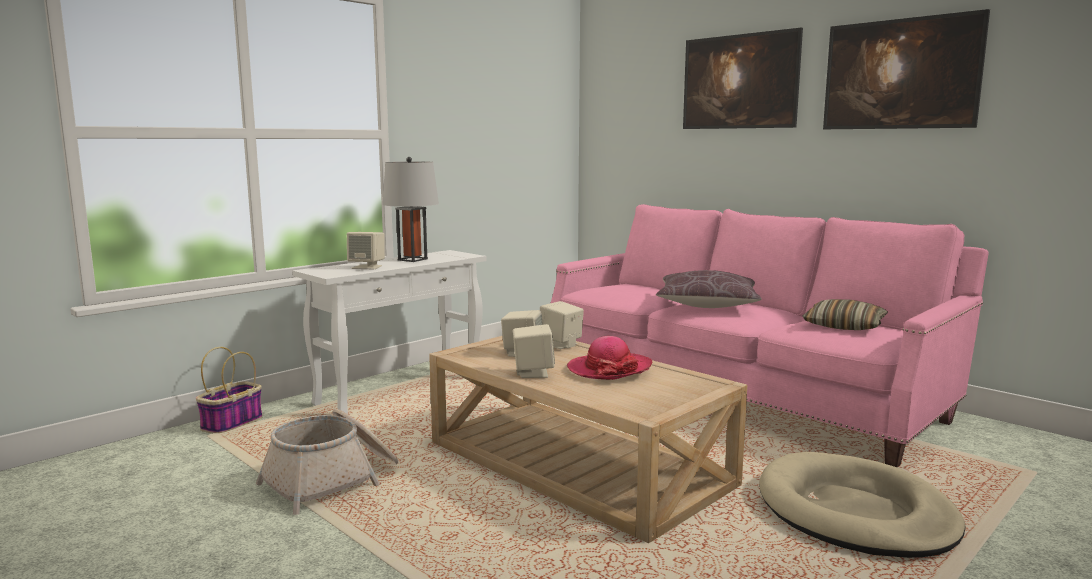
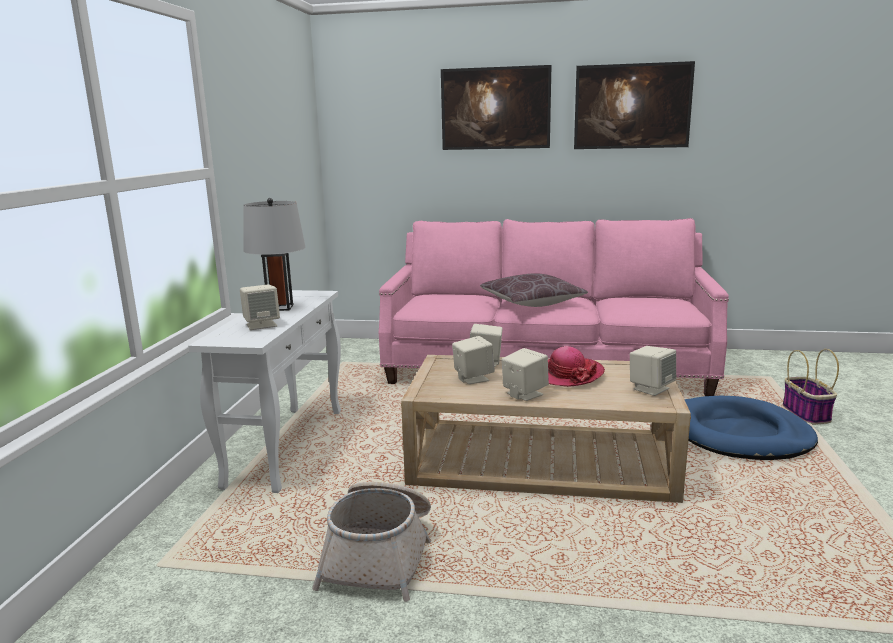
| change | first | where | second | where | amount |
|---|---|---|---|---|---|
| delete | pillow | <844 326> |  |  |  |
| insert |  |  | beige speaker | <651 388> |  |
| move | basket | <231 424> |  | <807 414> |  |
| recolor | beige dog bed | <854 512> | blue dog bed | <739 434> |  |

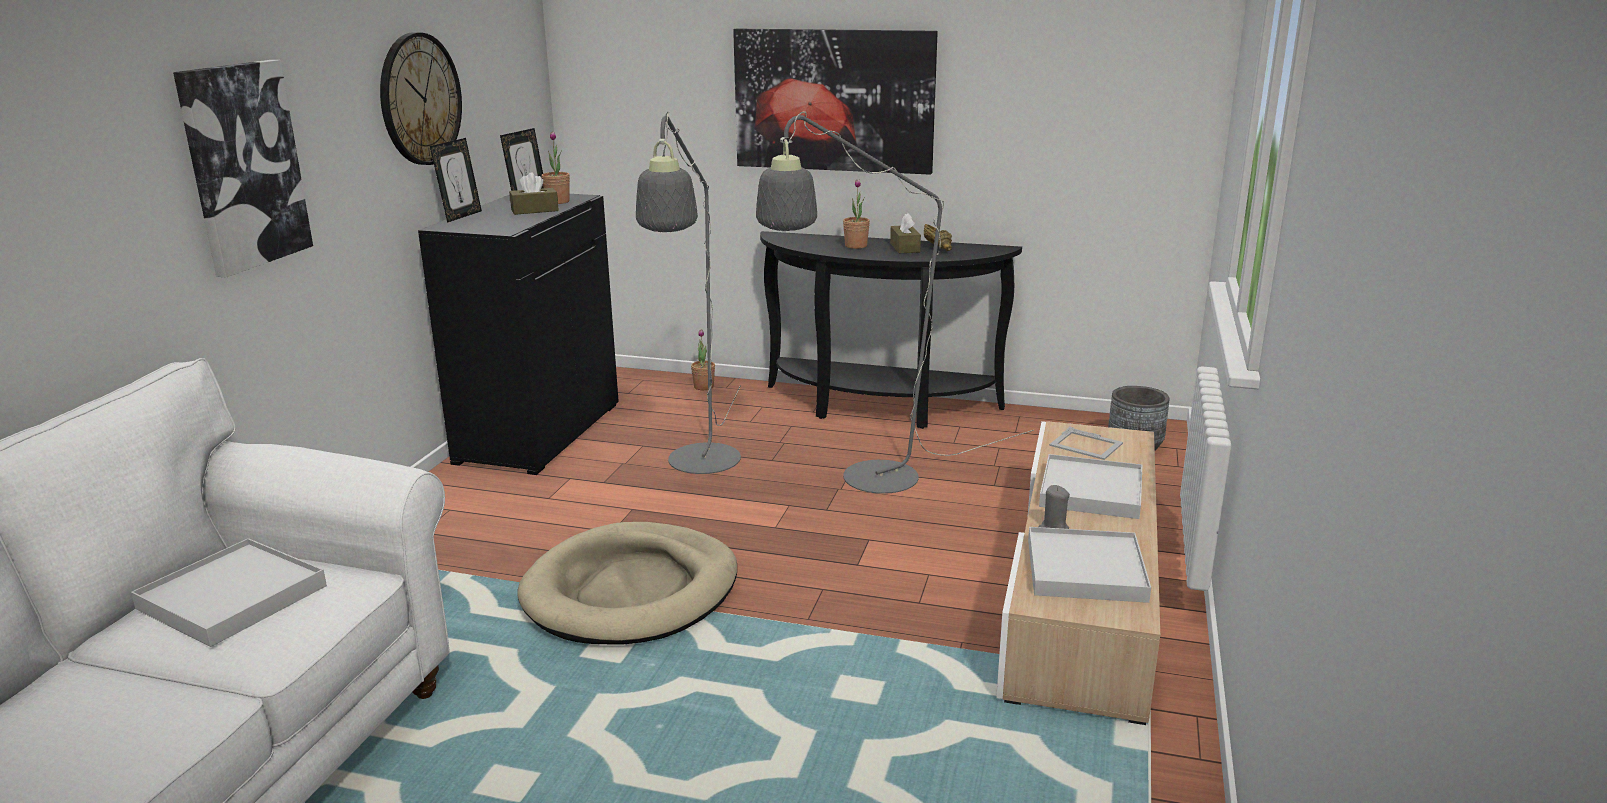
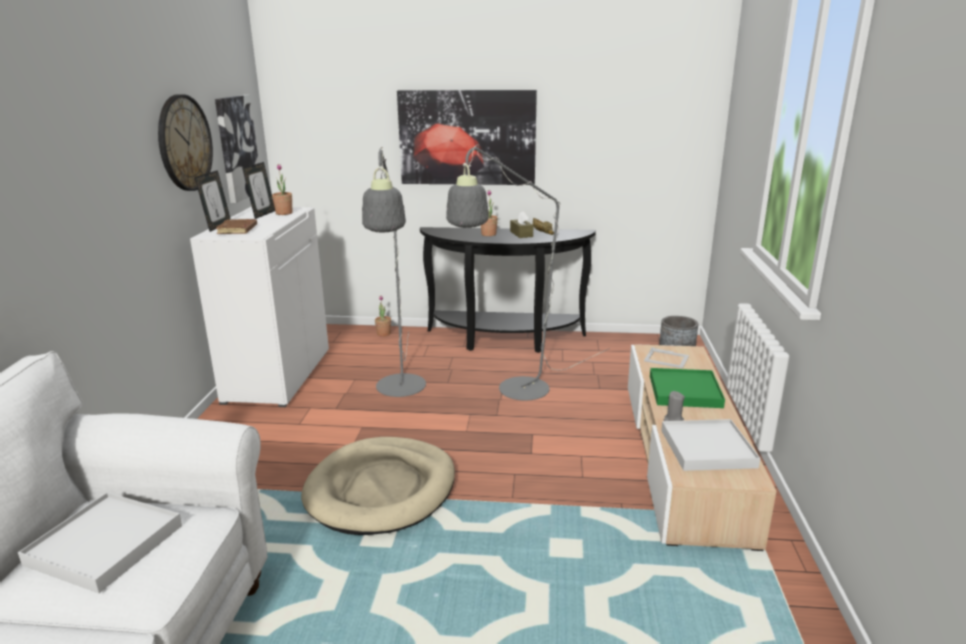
| change | first | where | second | where | amount |
|---|---|---|---|---|---|
| delete | brown tissue box | <534 210> |  |  |  |
| insert |  |  | brown book | <238 230> |  |
| move | picture | <243 166> |  | <237 147> |  |
| recolor | black cabinet | <538 432> | white cabinet | <277 375> |  |
| recolor | white tray | <1091 492> | green tray | <685 391> |  |

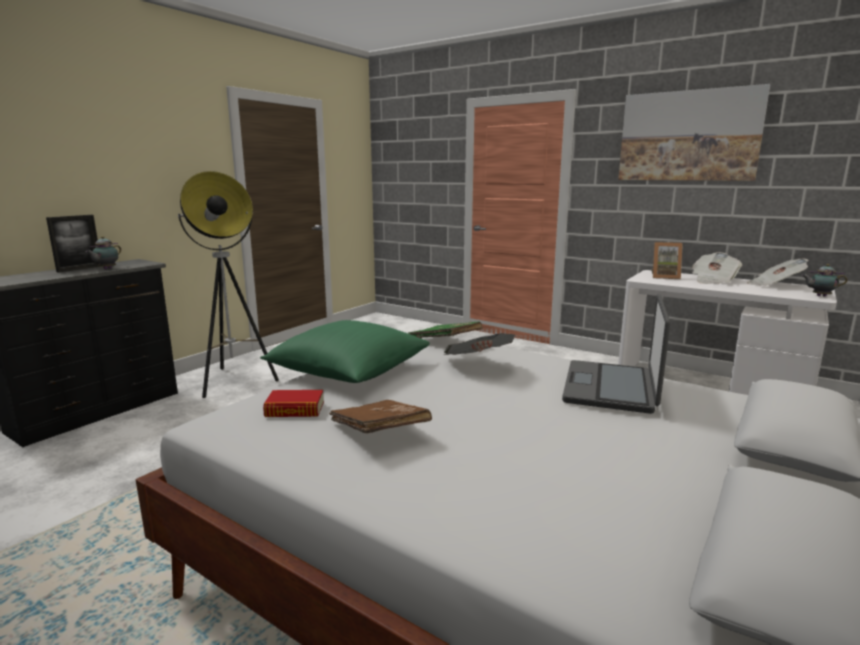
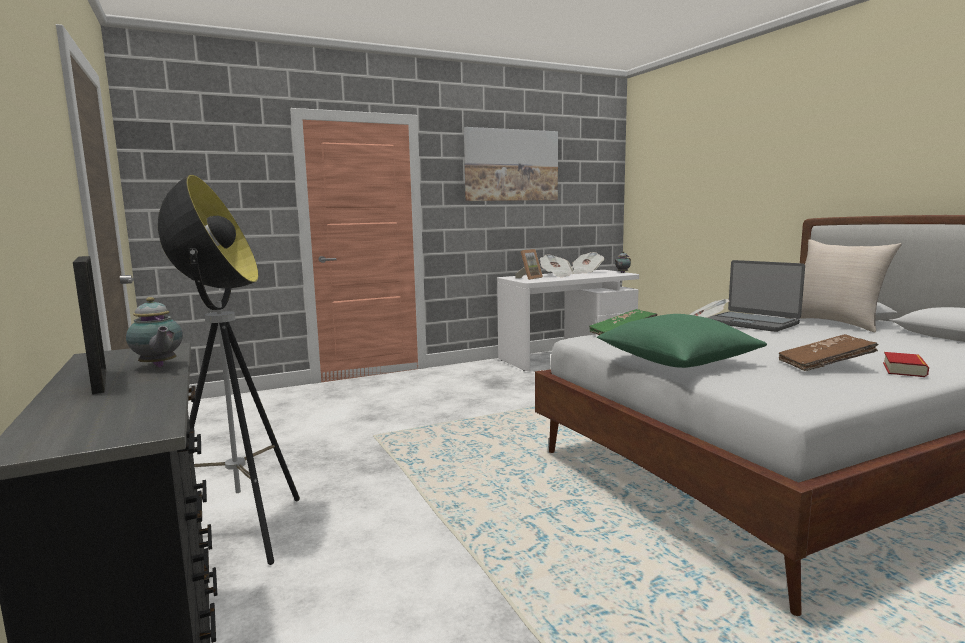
| change | first | where | second | where | amount |
|---|---|---|---|---|---|
| insert |  |  | beige pillow | <835 323> |  |
| move | book | <295 410> |  | <904 370> |  |

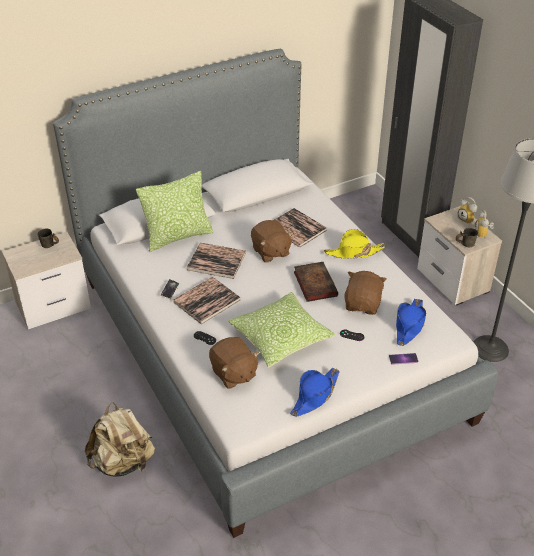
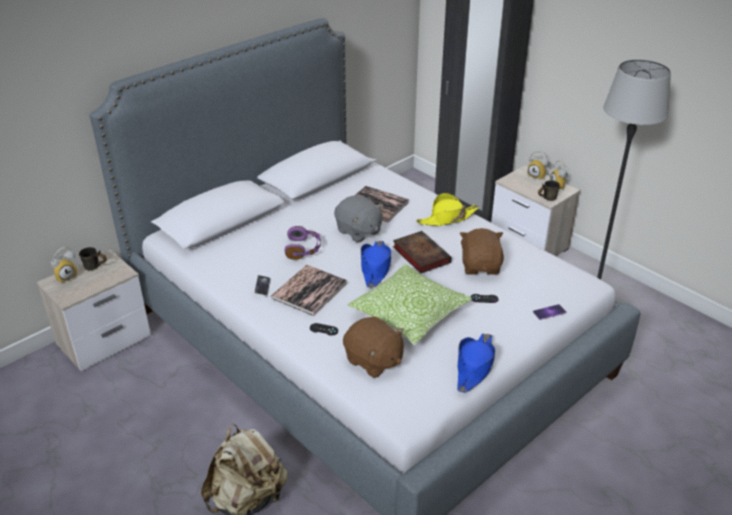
| change | first | where | second | where | amount |
|---|---|---|---|---|---|
| delete | pillow | <178 236> |  |  |  |
| insert |  |  | alarm clock | <66 276> |  |
| move | blue hat | <409 325> |  | <375 268> |  |
| replace | book | <216 261> | purple headphones | <303 249> |  |
| recolor | brown plush toy | <270 252> | grey plush toy | <358 231> |  |

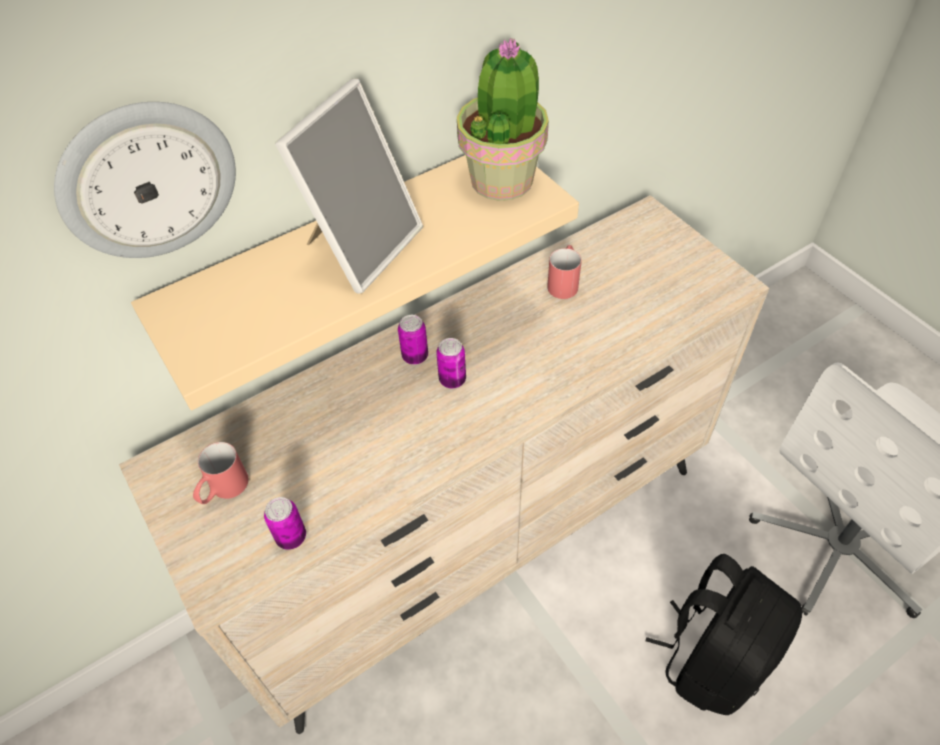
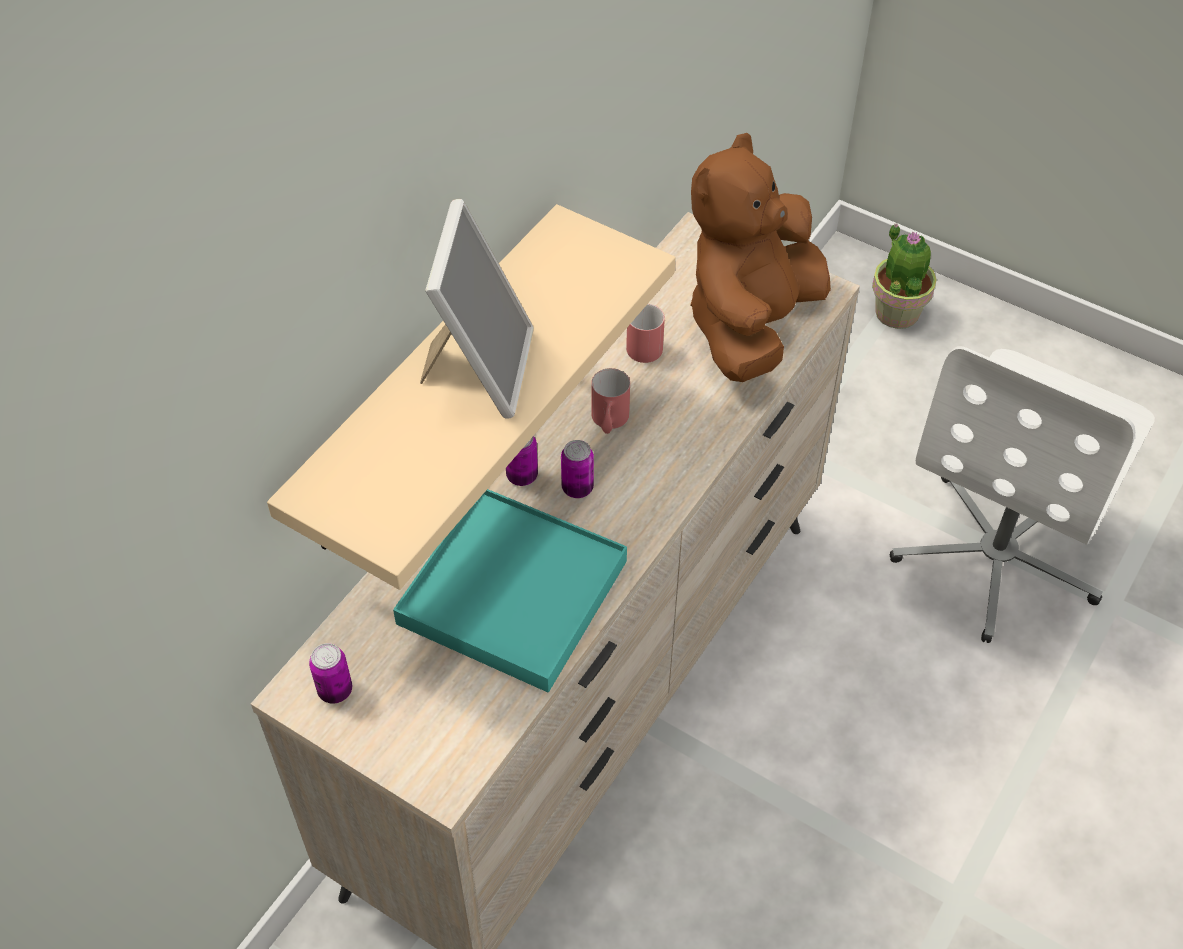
| change | first | where | second | where | amount |
|---|---|---|---|---|---|
| delete | wall clock | <148 181> |  |  |  |
| delete | black backpack | <711 658> |  |  |  |
| insert |  |  | turquoise tray | <513 592> |  |
| insert |  |  | brown plush toy | <750 324> |  |
| move | red mug | <223 490> |  | <609 423> |  |
| move | can | <291 537> |  | <335 690> |  |
| move | potted plant | <503 179> |  | <897 312> |  |

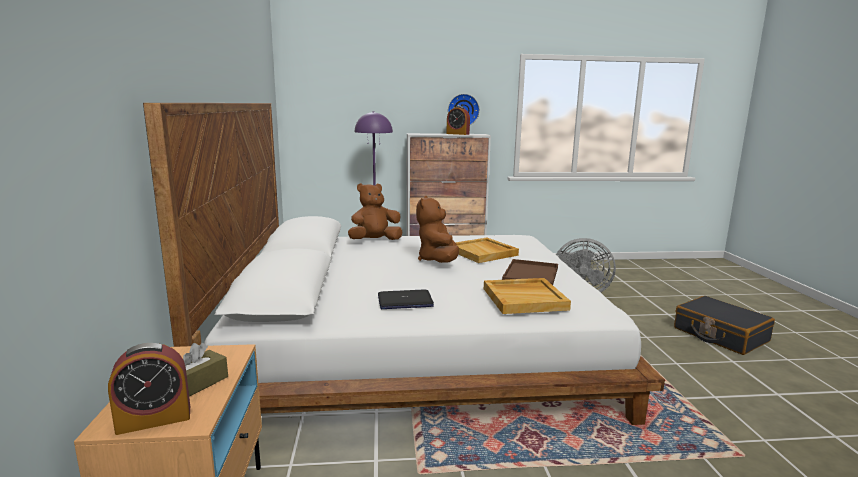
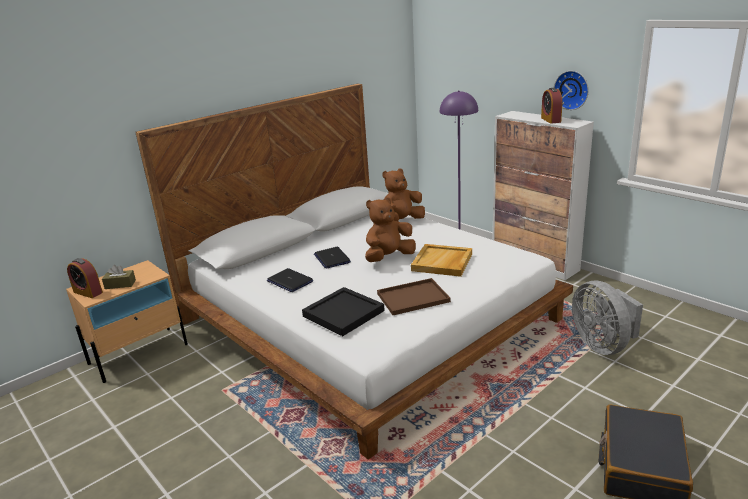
| change | first | where | second | where | amount |
|---|---|---|---|---|---|
| insert |  |  | laptop | <332 258> |  |
| recolor | beige tray | <525 298> | black tray | <344 313> |  |
| rotate | brown plush toy | <374 241> |  | <402 221> | 60 degrees counterclockwise |

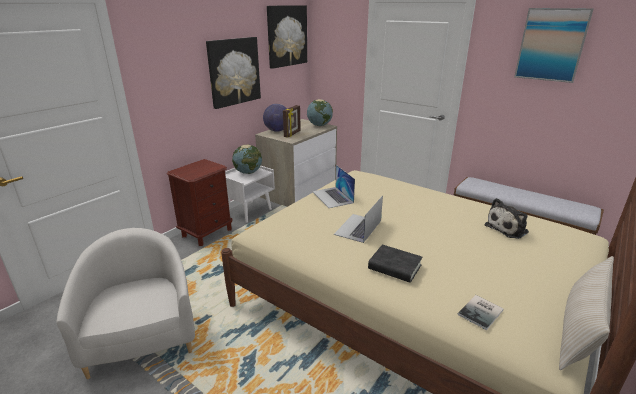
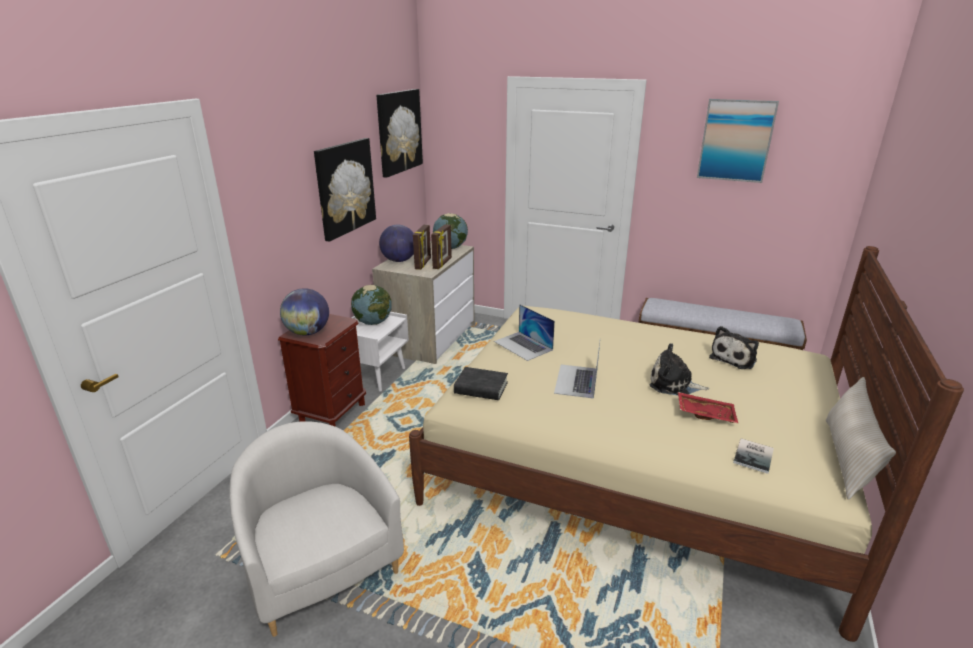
| change | first | where | second | where | amount |
|---|---|---|---|---|---|
| insert |  |  | globe | <308 332> |  |
| insert |  |  | picture frame | <443 263> |  |
| insert |  |  | plush toy | <673 384> |  |
| insert |  |  | red tray | <705 413> |  |
| move | black book | <394 267> |  | <481 388> |  |

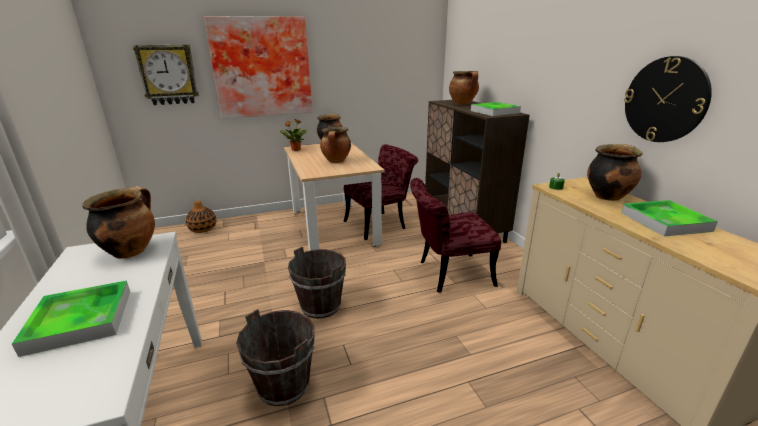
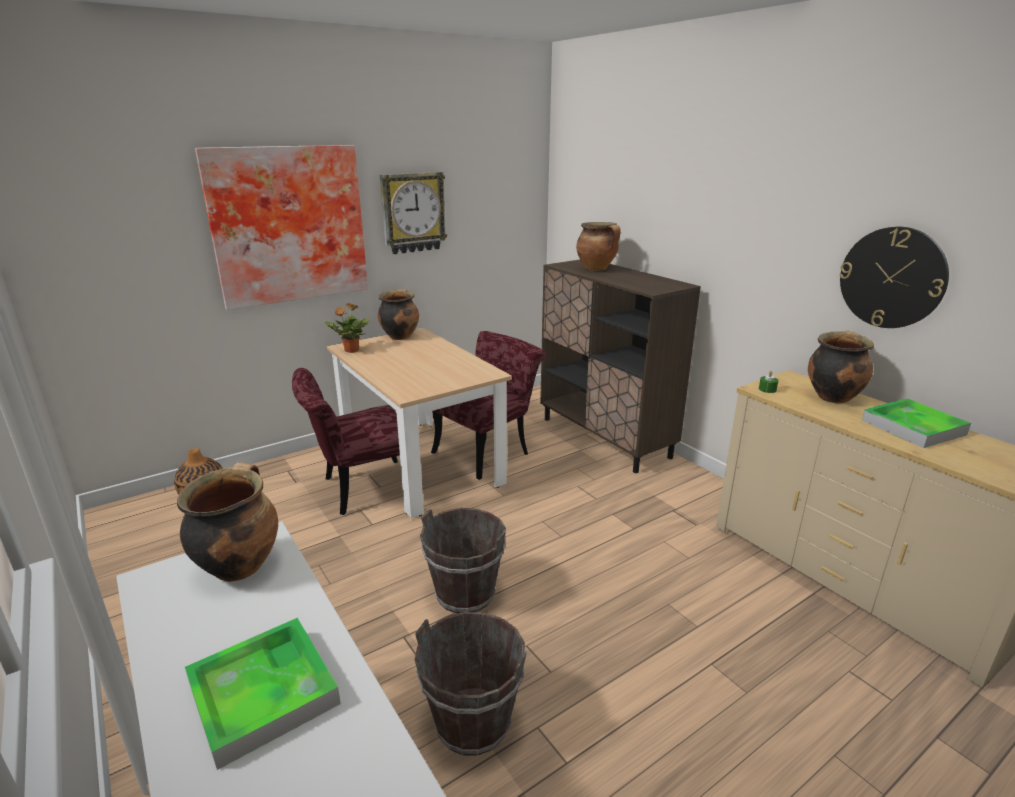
| change | first | where | second | where | amount |
|---|---|---|---|---|---|
| delete | cooking pot | <336 161> |  |  |  |
| delete | tray | <494 112> |  |  |  |
| move | wall clock | <168 75> |  | <413 213> |  |
| move | red chair | <448 274> |  | <360 490> |  |

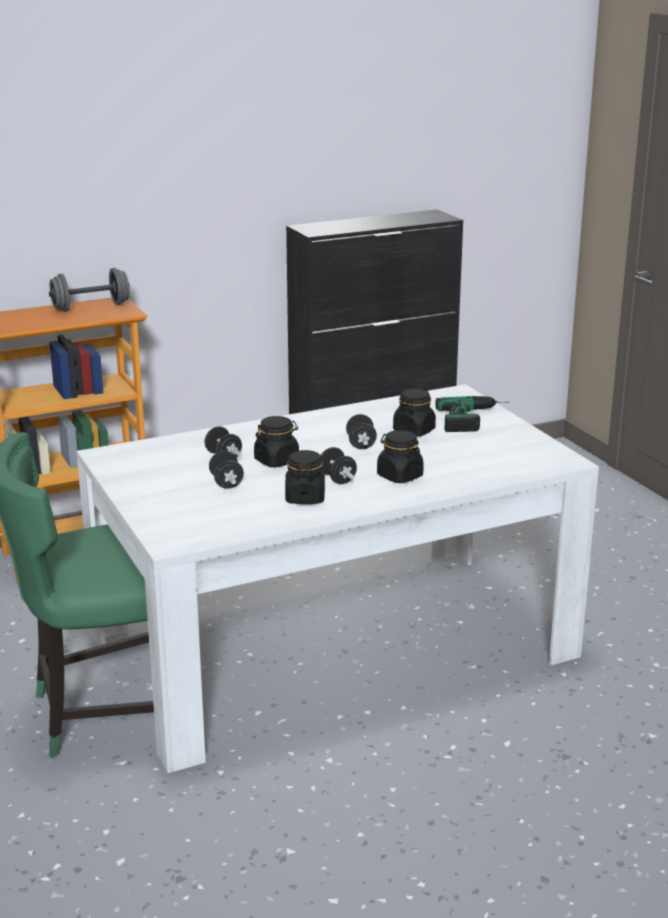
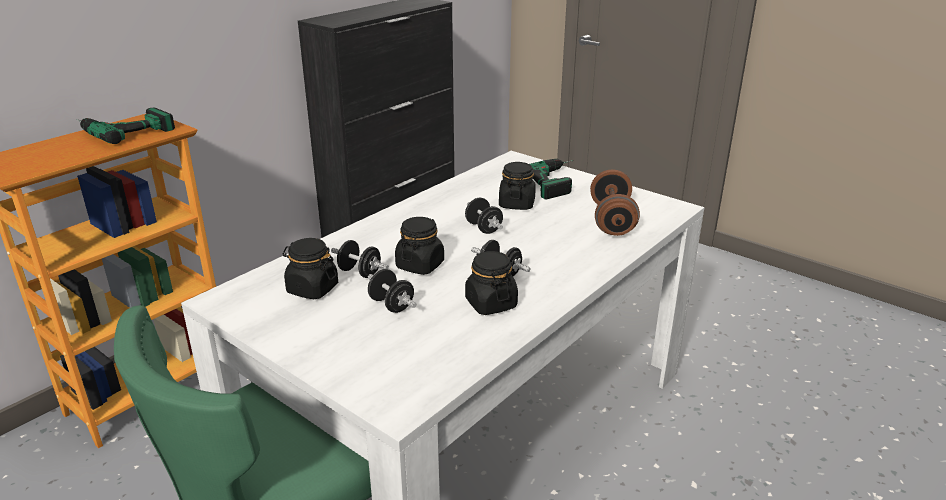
| change | first | where | second | where | amount |
|---|---|---|---|---|---|
| insert |  |  | brown dumbbell | <612 220> |  |
| move | black jar | <399 476> |  | <312 289> |  |
| replace | grey dumbbell | <91 307> | power drill | <122 129> |  |

